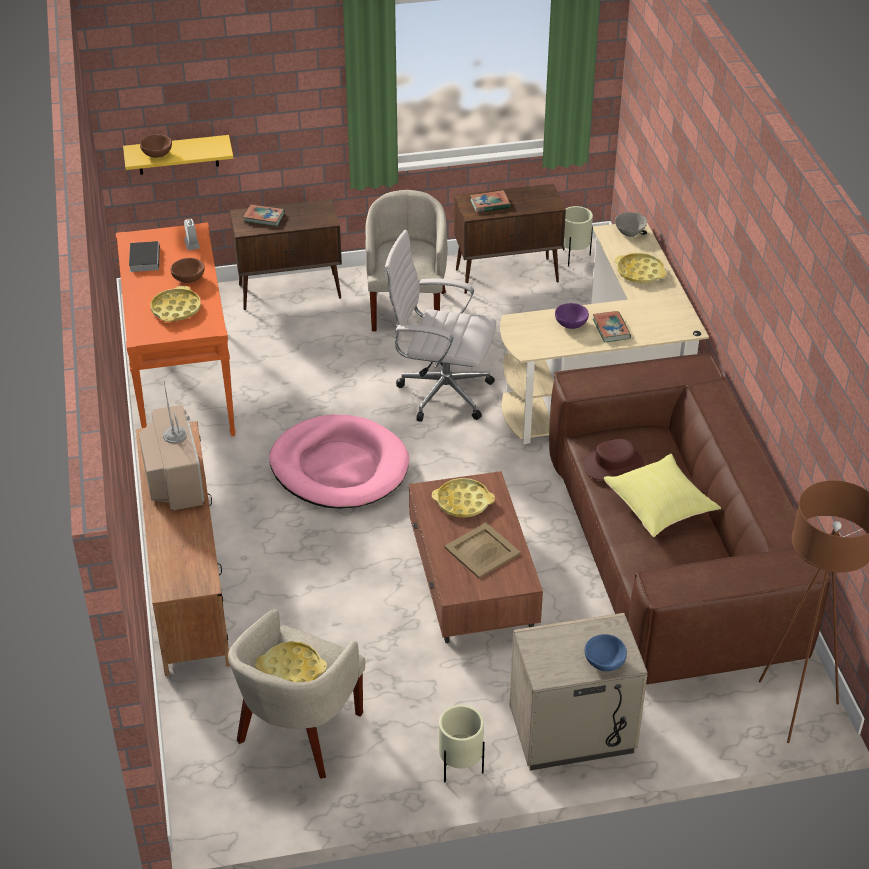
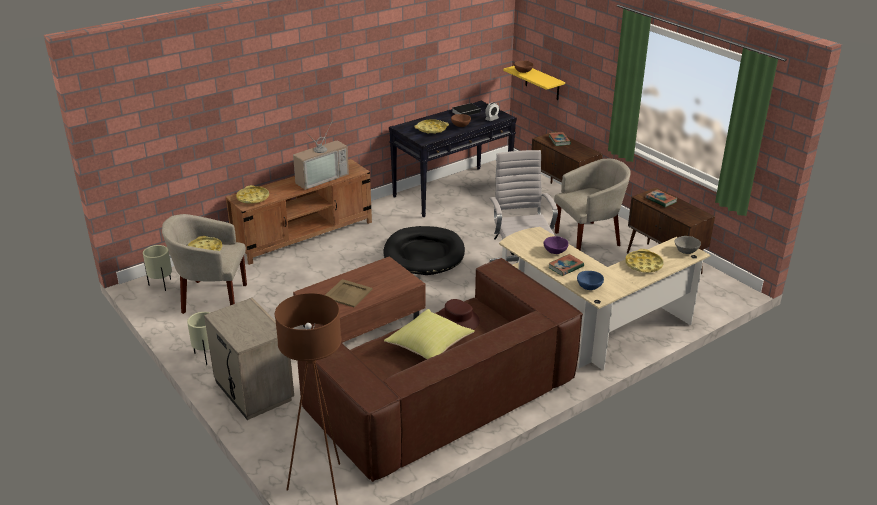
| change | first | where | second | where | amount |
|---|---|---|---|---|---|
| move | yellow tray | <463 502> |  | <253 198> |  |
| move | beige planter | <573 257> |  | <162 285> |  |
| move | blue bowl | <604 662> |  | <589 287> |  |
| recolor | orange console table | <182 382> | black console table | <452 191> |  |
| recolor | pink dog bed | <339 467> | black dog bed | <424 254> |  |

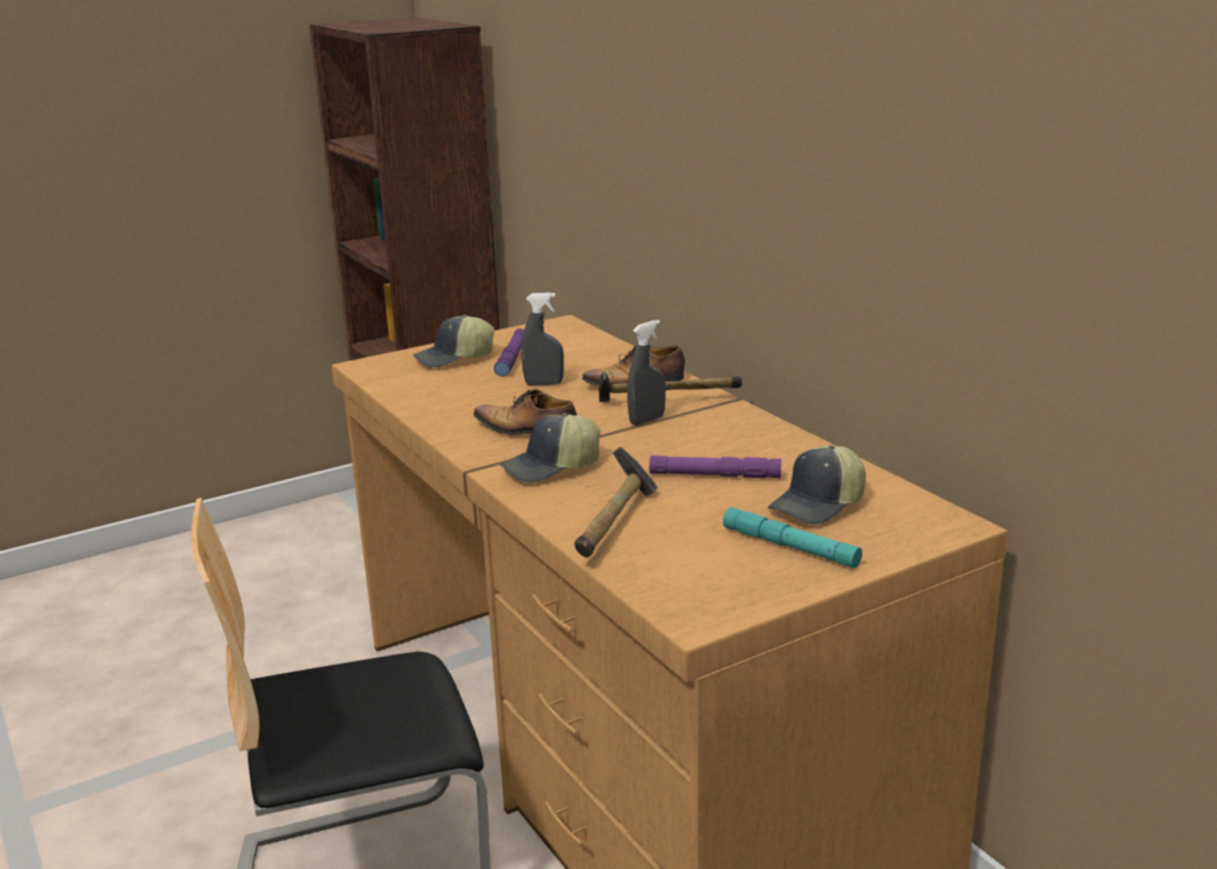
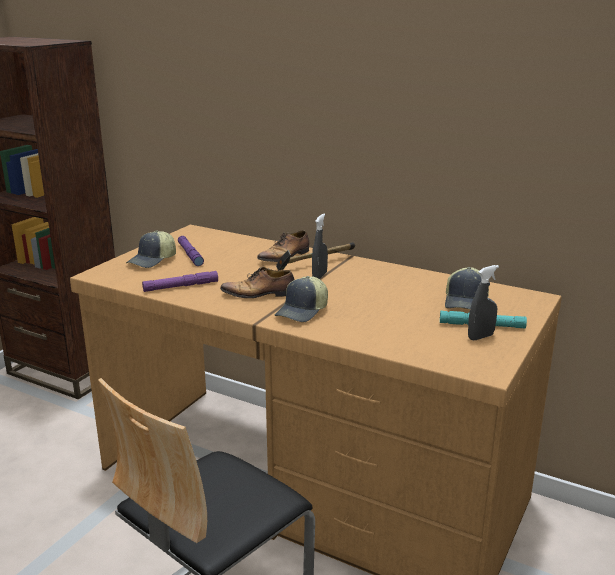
| change | first | where | second | where | amount |
|---|---|---|---|---|---|
| delete | hammer | <615 525> |  |  |  |
| move | grey spray bottle | <544 384> |  | <480 337> |  |
| move | purple flashlight | <715 475> |  | <181 286> |  |

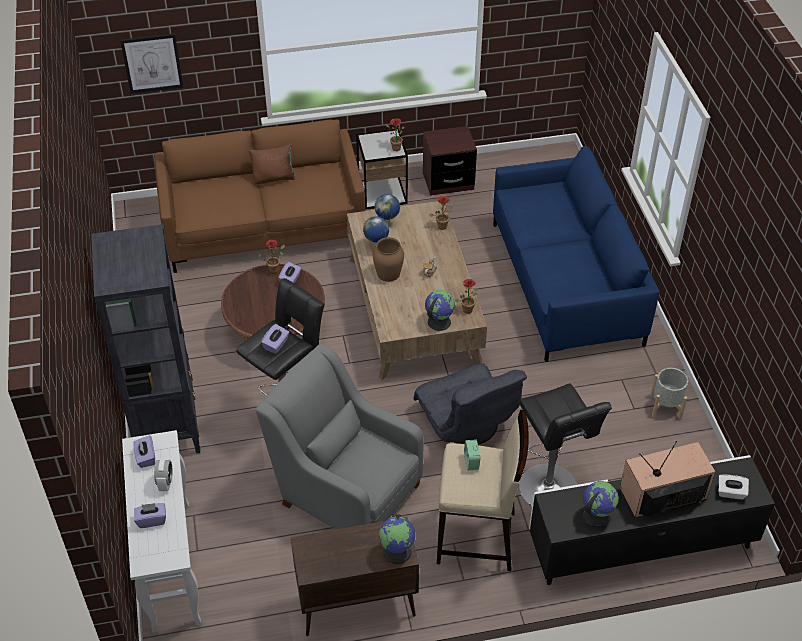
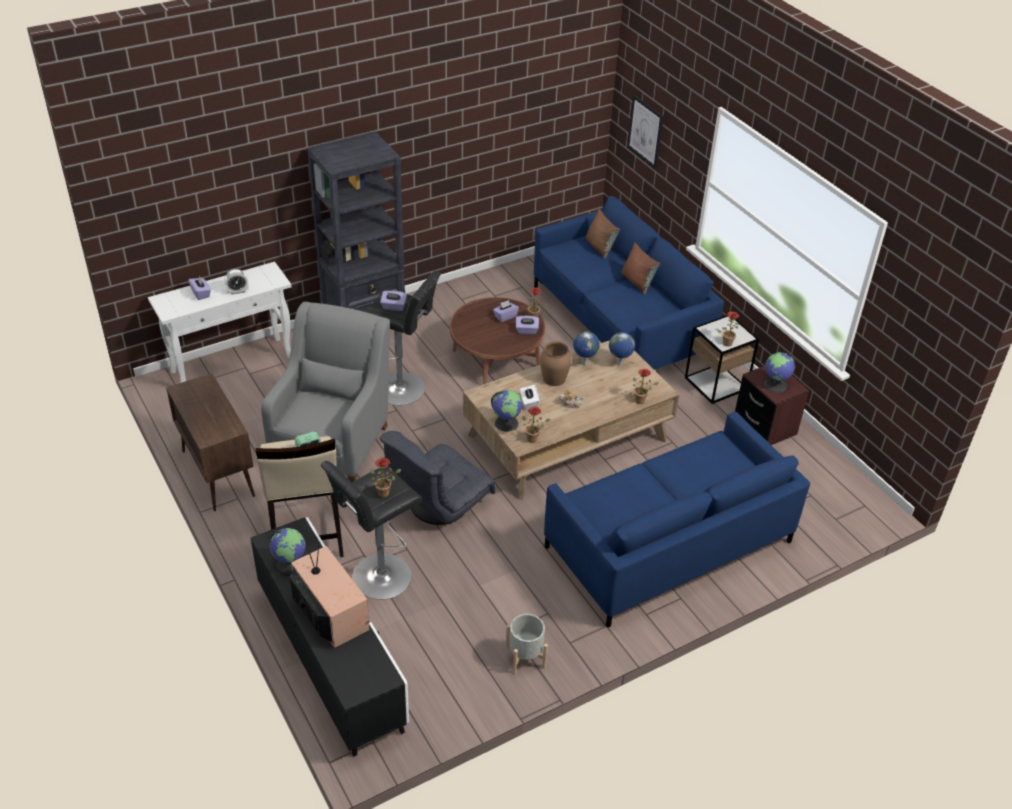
| change | first | where | second | where | amount |
|---|---|---|---|---|---|
| insert |  |  | potted plant | <385 492> |  |
| insert |  |  | brown pillow | <600 248> |  |
| move | purple tissue box | <146 457> |  | <505 316> |  |
| move | globe | <398 551> |  | <775 385> |  |
| move | white tissue box | <730 493> |  | <529 403> |  |
| recolor | brown sofa | <264 227> | blue sofa | <619 321> |  |

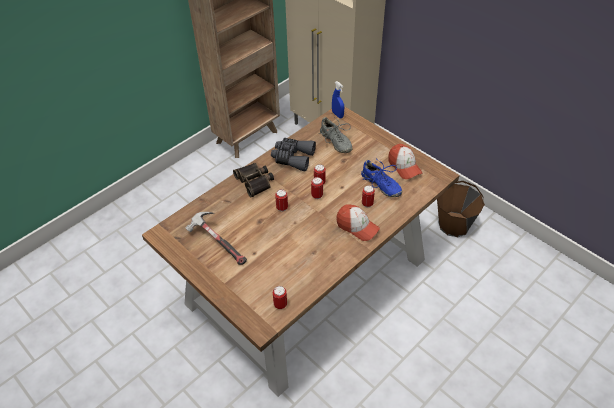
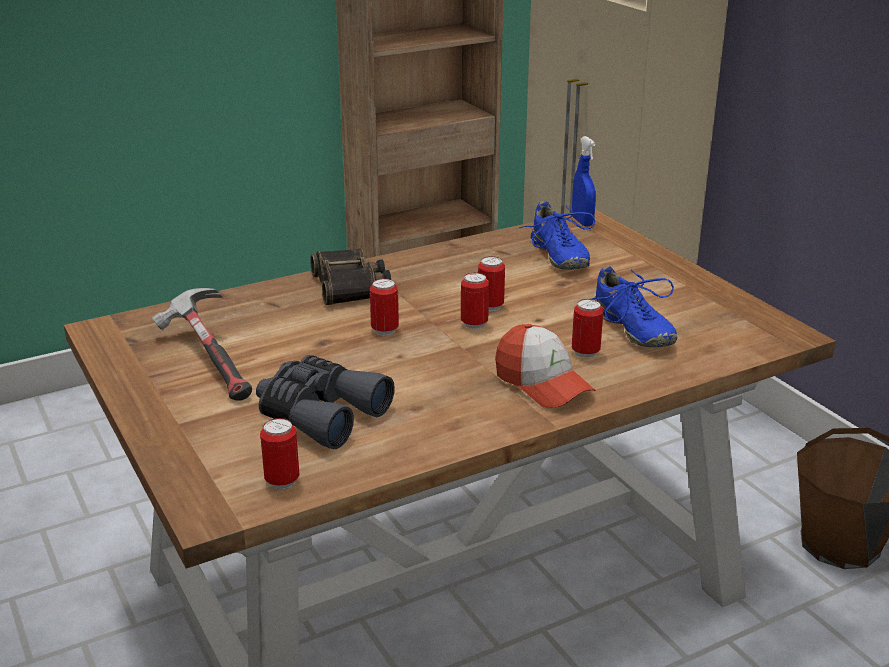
| change | first | where | second | where | amount |
|---|---|---|---|---|---|
| delete | cap | <404 166> |  |  |  |
| move | grey binoculars | <292 158> |  | <319 414> |  |
| recolor | grey shoe | <335 142> | blue shoe | <558 256> |  |

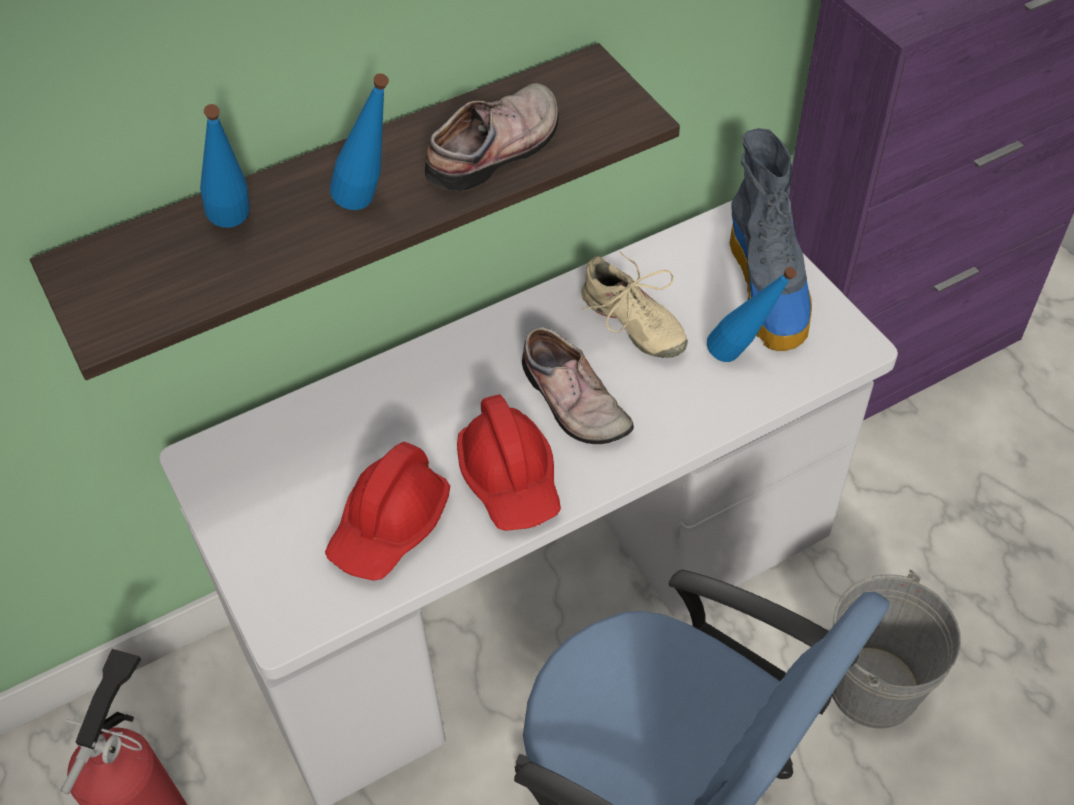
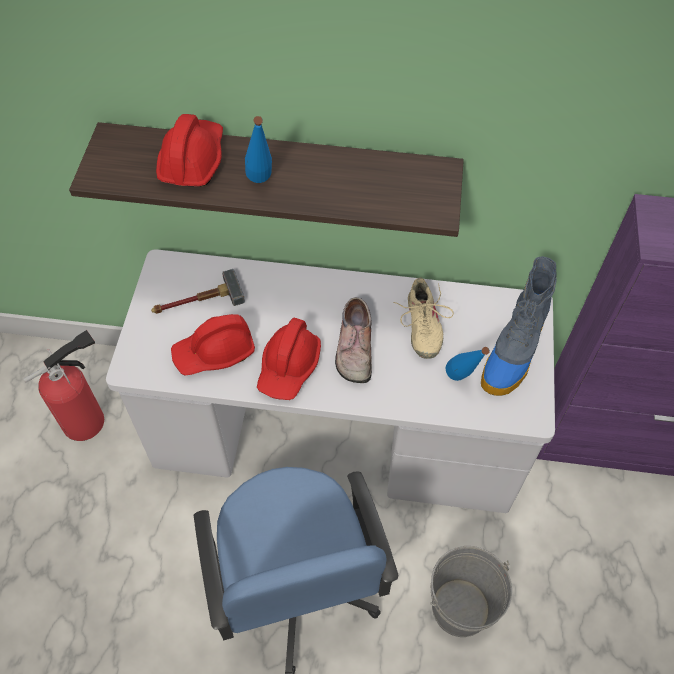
| change | first | where | second | where | amount |
|---|---|---|---|---|---|
| delete | shoe | <498 151> |  |  |  |
| insert |  |  | hammer | <196 301> |  |
| replace | blue bottle | <237 230> | red hard hat | <192 160> |  |

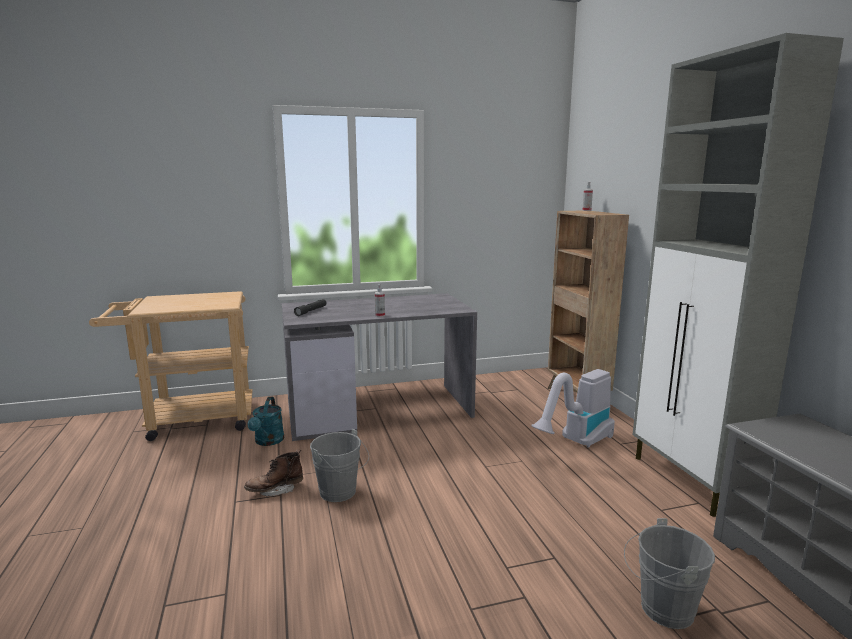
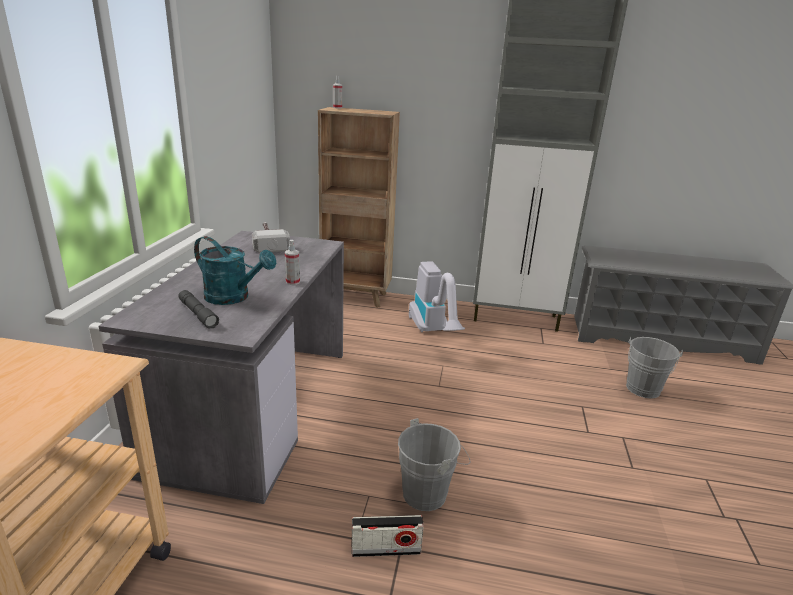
| change | first | where | second | where | amount |
|---|---|---|---|---|---|
| insert |  |  | hammer | <268 241> |  |
| move | turquoise watering can | <268 441> |  | <233 298> |  |
| replace | brown boot | <275 490> | radio | <386 550> |  |

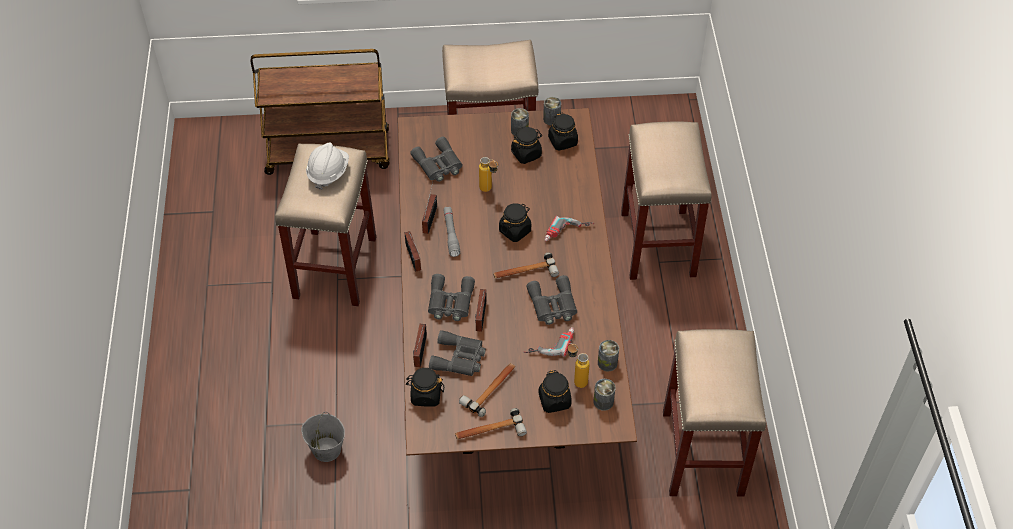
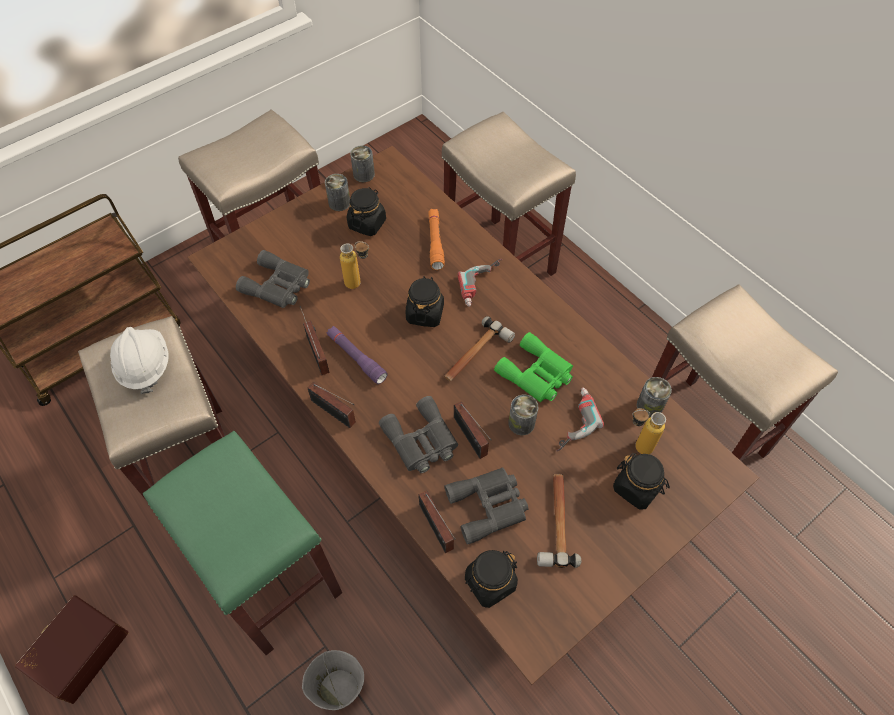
| change | first | where | second | where | amount |
|---|---|---|---|---|---|
| delete | hammer | <489 431> |  |  |  |
| delete | black jar | <563 141> |  |  |  |
| insert |  |  | brown storage box | <79 651> |  |
| insert |  |  | green stool | <269 576> |  |
| insert |  |  | orange flashlight | <435 242> |  |
| move | can | <603 401> |  | <521 423> |  |
| recolor | grey flashlight | <451 234> | purple flashlight | <356 358> |  |
| recolor | grey binoculars | <552 305> | green binoculars | <536 374> |  |

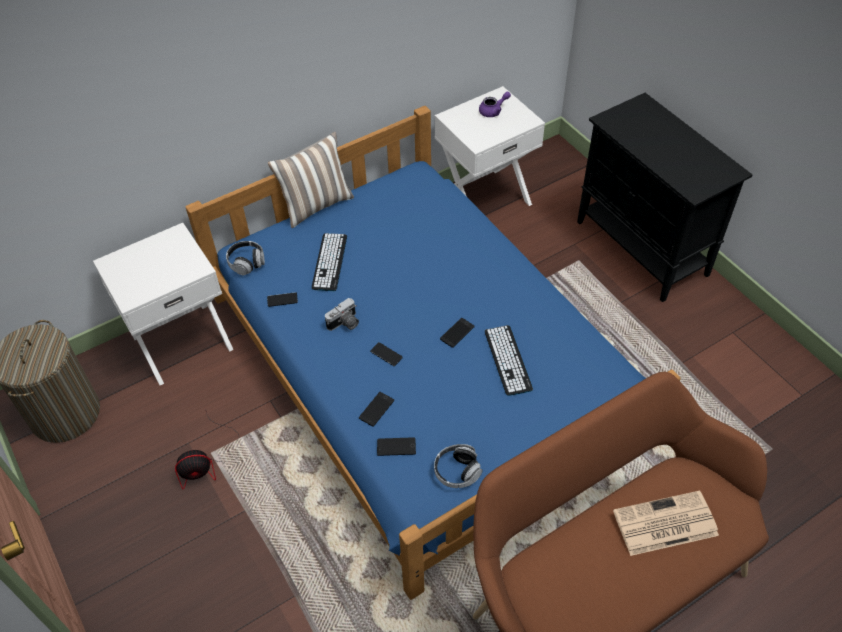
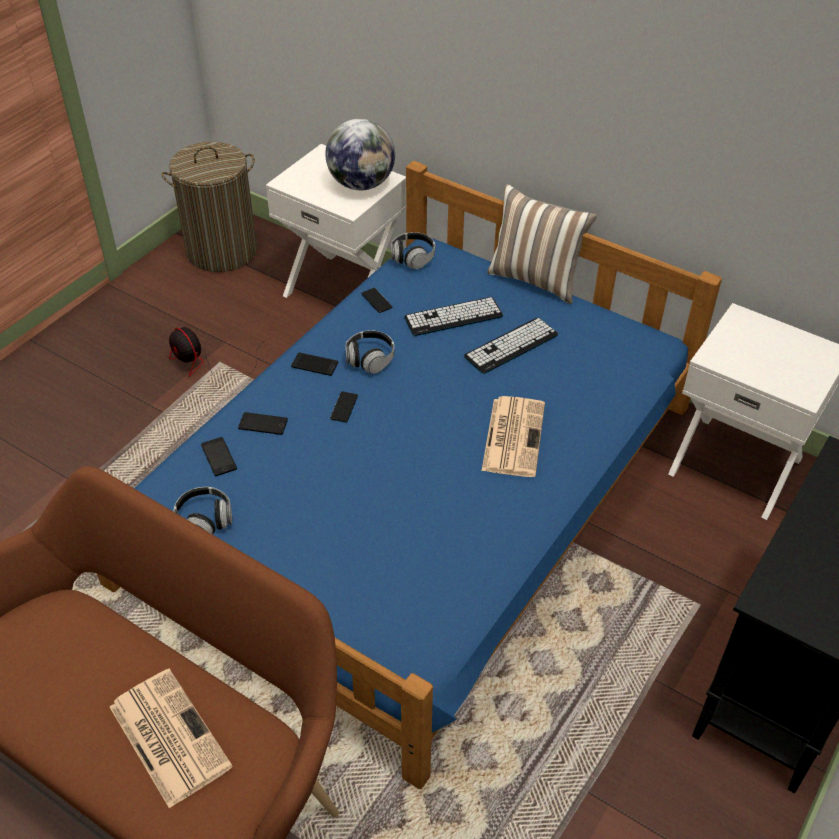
| change | first | where | second | where | amount |
|---|---|---|---|---|---|
| delete | purple teapot | <493 111> |  |  |  |
| insert |  |  | globe | <361 184> |  |
| insert |  |  | newspaper | <513 436> |  |
| move | phone | <457 333> |  | <314 364> |  |
| move | keyboard | <508 360> |  | <511 346> |  |
| replace | photo camera | <344 324> | headphones | <370 359> |  |

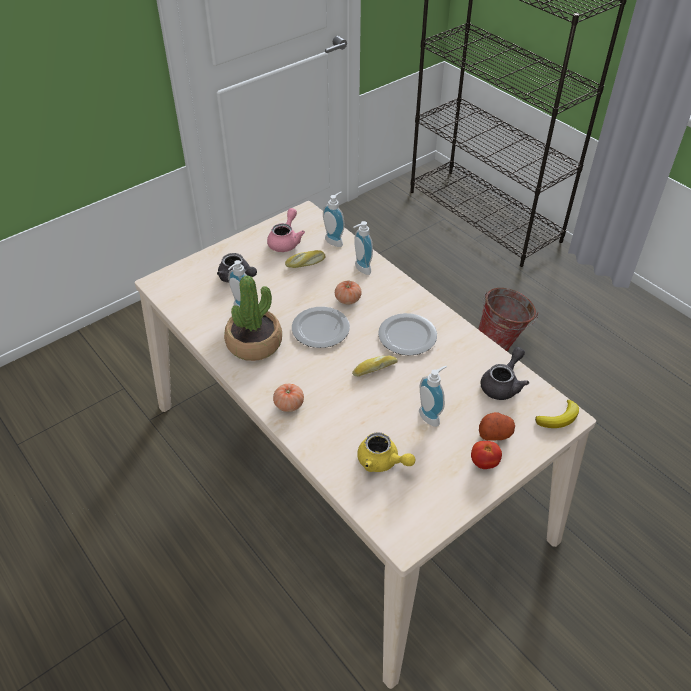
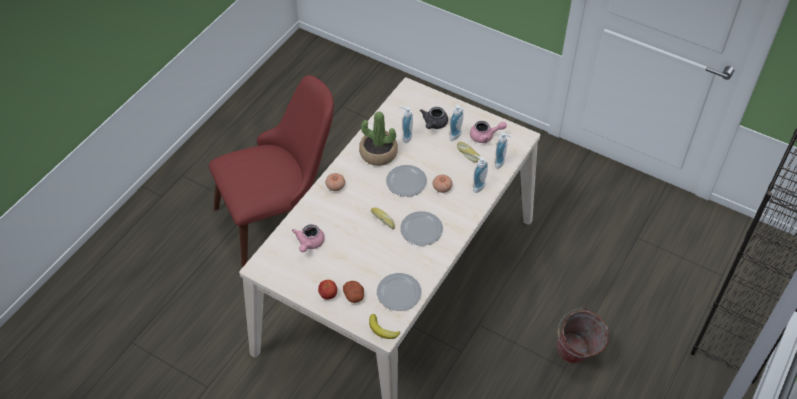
| change | first | where | second | where | amount |
|---|---|---|---|---|---|
| insert |  |  | red chair | <281 219> |  |
| move | soap dispenser | <431 415> |  | <457 136> |  |
| replace | grey teapot | <503 384> | plate | <399 292> |  |
| recolor | yellow teapot | <382 462> | pink teapot | <309 243> |  |

